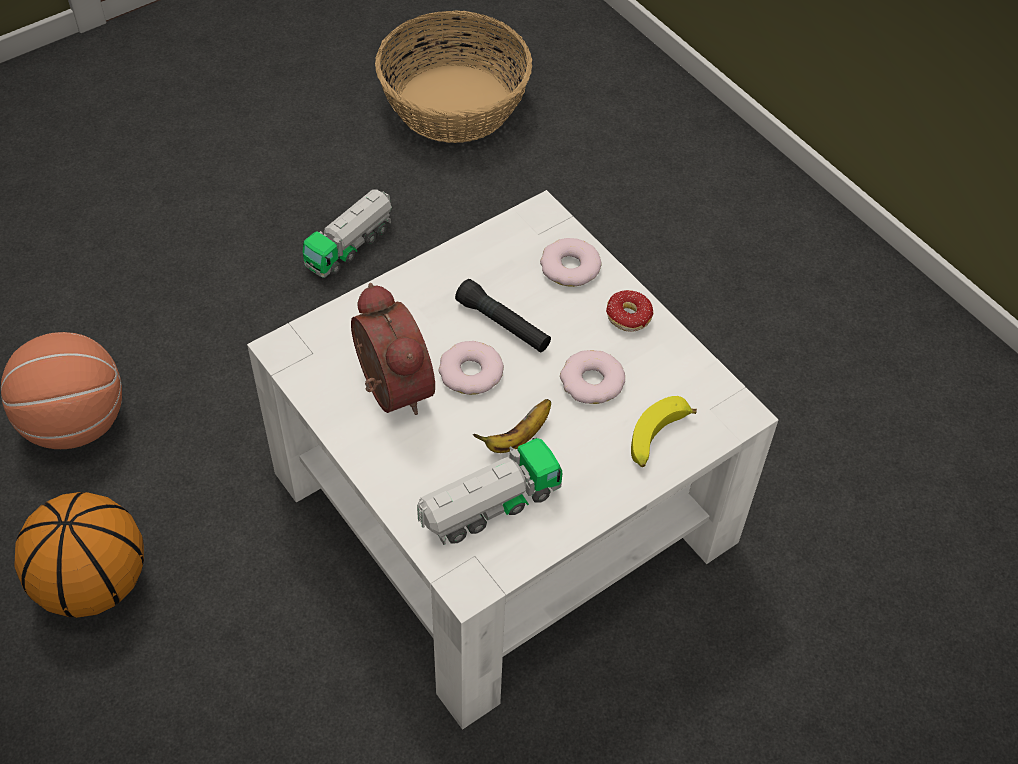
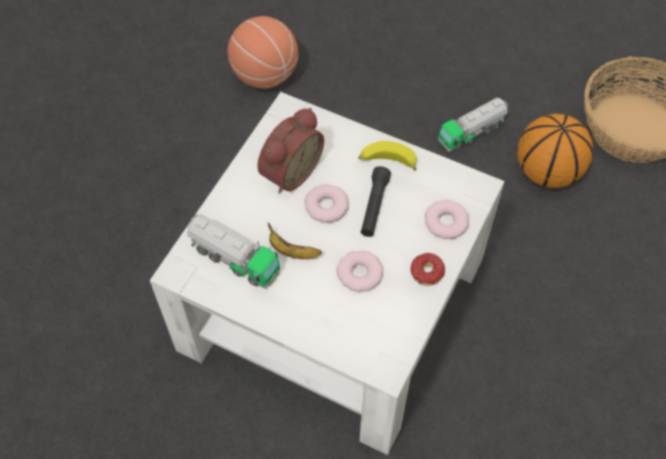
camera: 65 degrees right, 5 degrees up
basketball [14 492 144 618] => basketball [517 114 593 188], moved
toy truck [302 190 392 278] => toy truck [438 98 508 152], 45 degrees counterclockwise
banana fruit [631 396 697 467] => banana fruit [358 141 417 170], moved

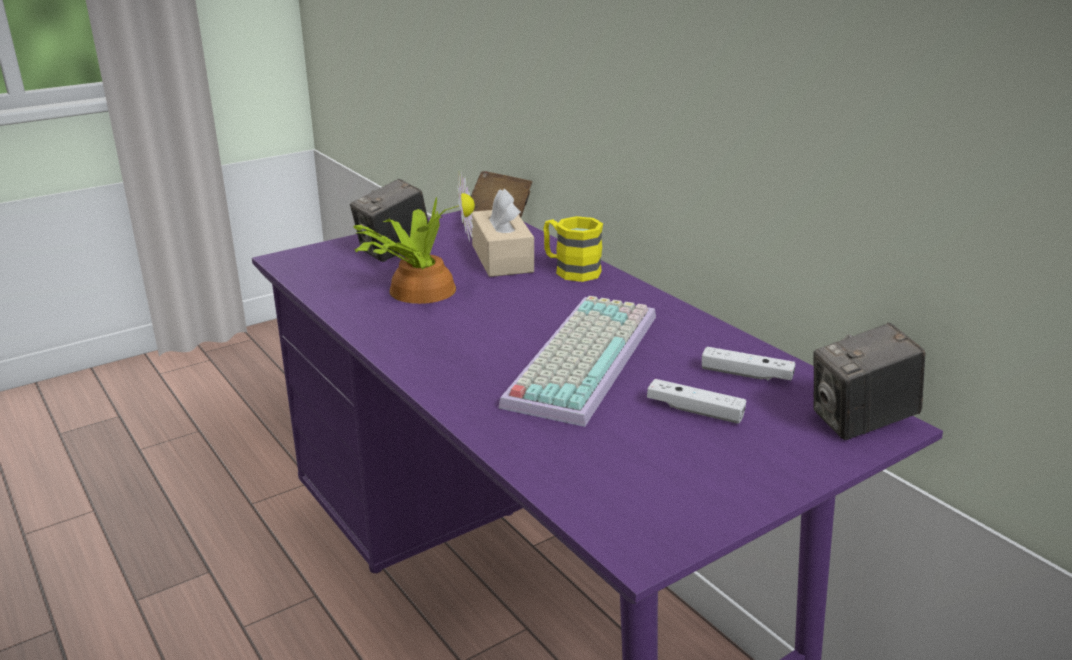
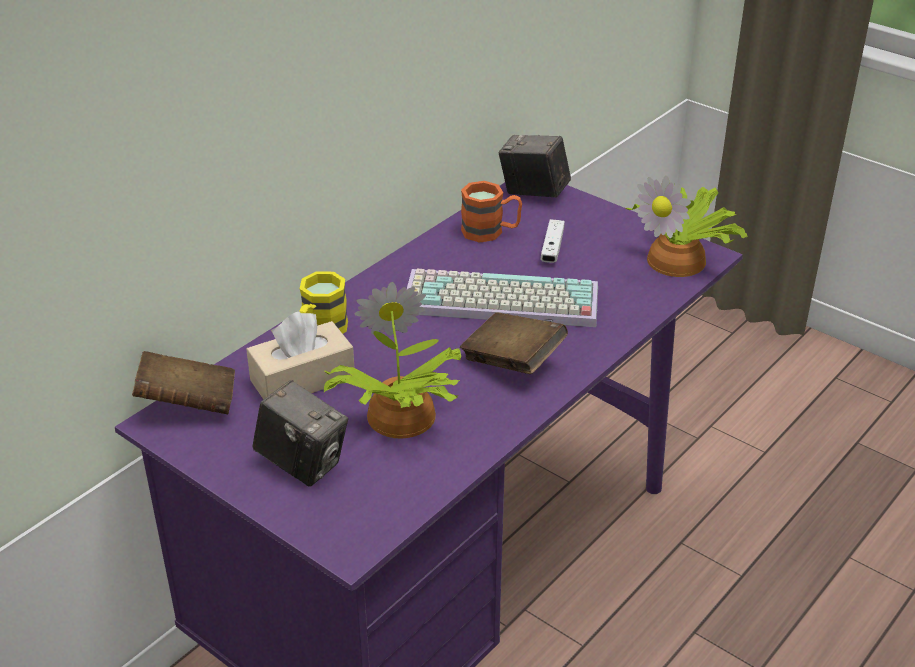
camera: 105 degrees left, 10 degrees up
whitish gamepad [702 347 795 381] => orangey tea mug [461 181 522 243]
photo camera [813 322 925 440] => photo camera [499 135 571 198], 150 degrees clockwise
nothing => brown-coloured bound book [460 312 568 374]
nothing => houseplant [625 176 748 277]

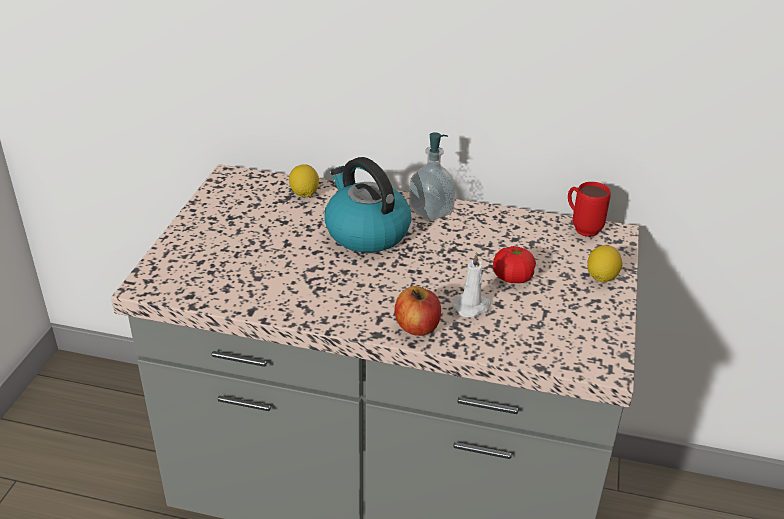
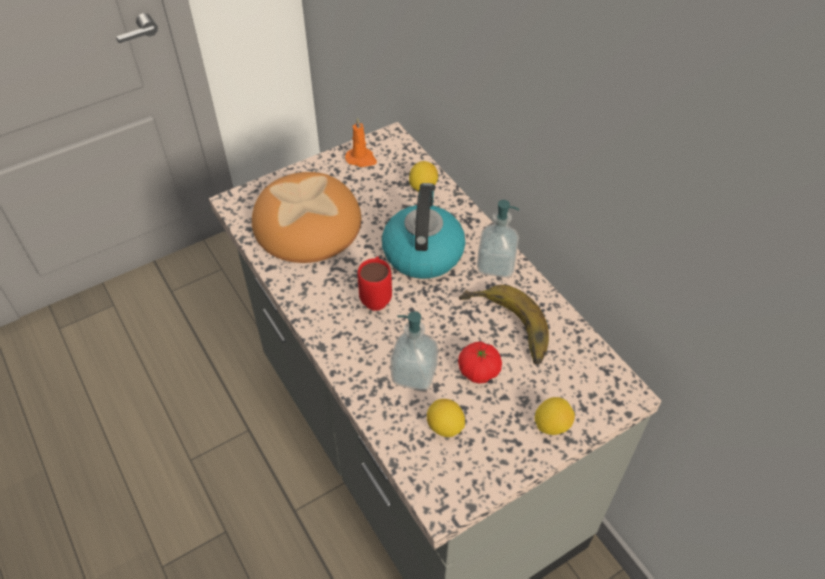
camera: 45 degrees right, 15 degrees up
apple fruit [394 286 441 336] => nothing
whitish wax candle [452 252 492 317] => soap dispenser [390 311 438 391]
reddish tea mug [568 182 611 237] => reddish tea mug [357 256 392 311], moved
nothing => bread [252 172 361 263]
nothing => orangey wax candle [345 117 377 167]
nothing => lemon [427 399 465 437]
nothing => banana fruit [459 285 549 364]

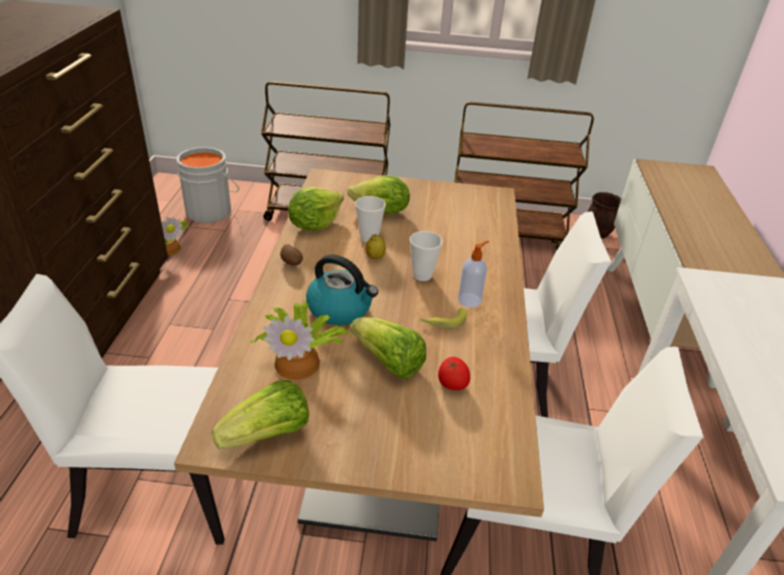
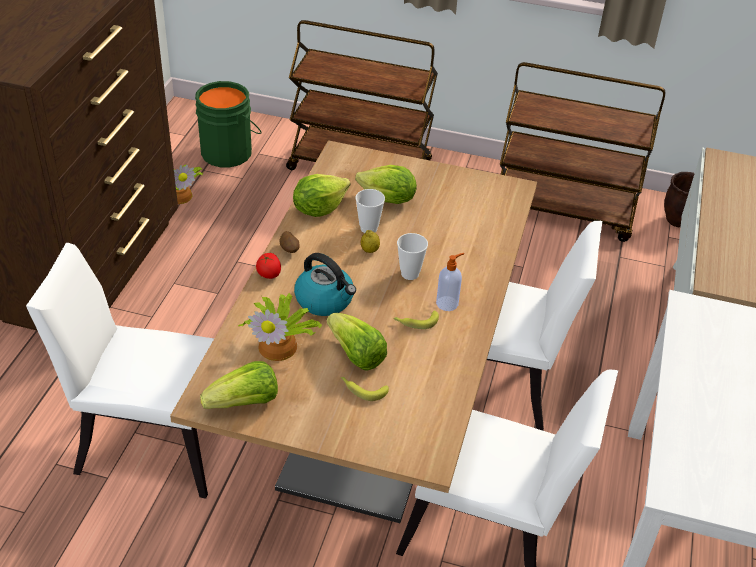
camera: 10 degrees right, 5 degrees up
greyish water bucket [176 147 239 223] => green-coloured water bucket [195 81 262 167]
fresh tomato [438 357 470 390] => fresh tomato [256 253 281 279], moved
nothing => banana fruit [341 377 389 401]

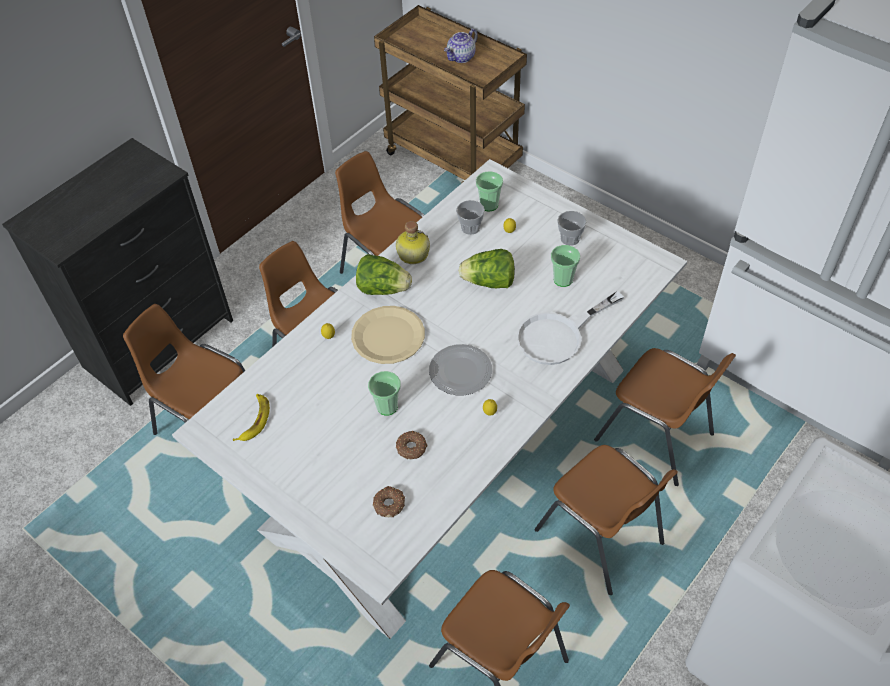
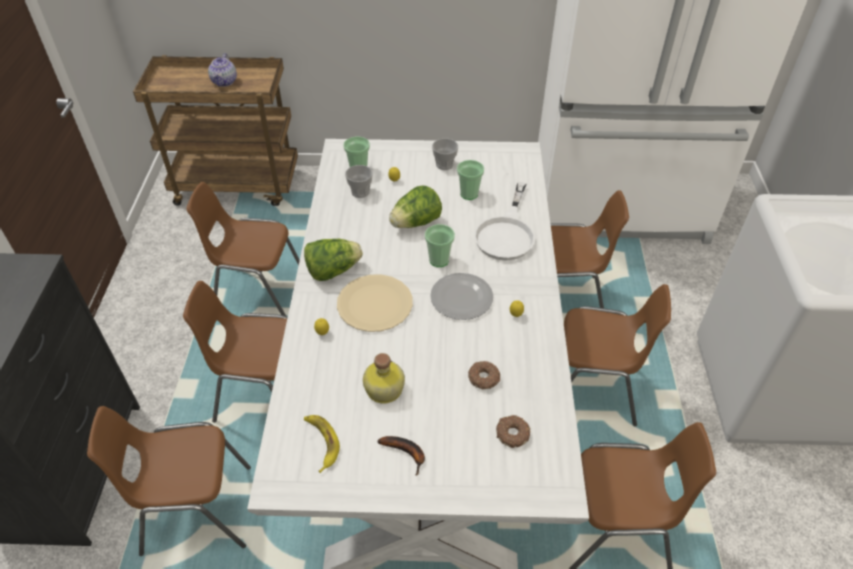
camera: 40 degrees left, 5 degrees down
small cup [368 371 401 415] => small cup [425 224 455 267], moved
drink bottle [396 221 430 264] => drink bottle [363 353 405 404], moved
nothing => banana fruit [377 436 425 476]

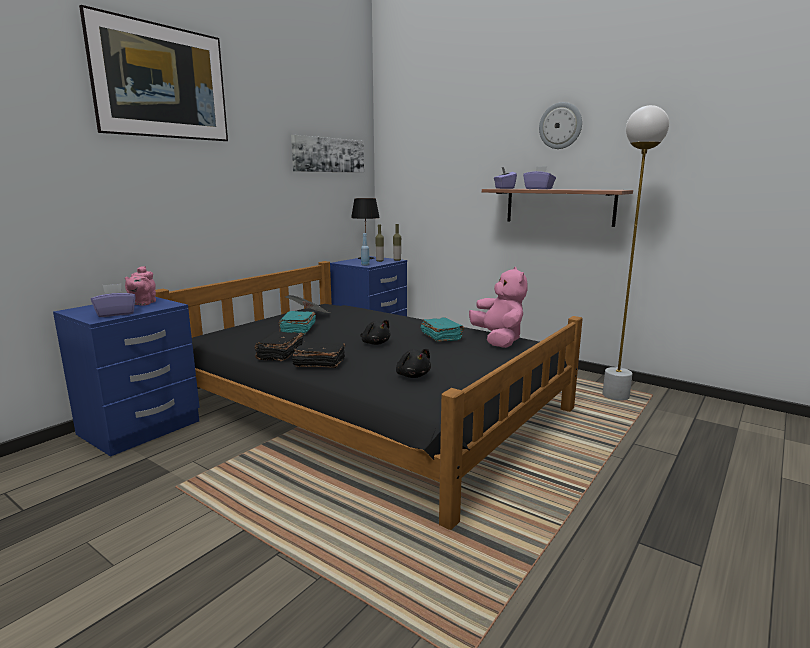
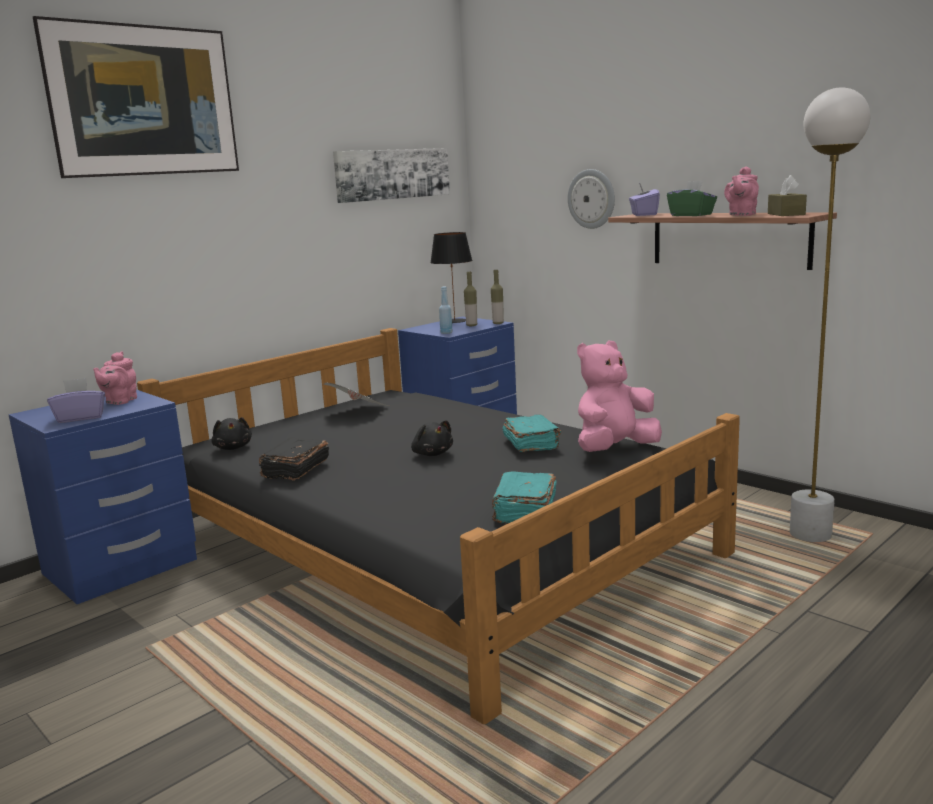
camera: 10 degrees right, 0 degrees up
turquoise-coloured bound book [279 311 316 335] => turquoise-coloured bound book [492 471 557 523], moved
black bound book [292 342 345 368] => nothing
black plush toy [396 349 431 378] => black plush toy [212 417 252 450], moved
pinkish plush toy [469 267 527 348] => pinkish plush toy [577 340 662 452], 120 degrees counterclockwise
purplish box of tissues [523 166 556 189] => green-coloured box of tissues [667 180 717 216]
wall clock [539 102 582 149] => wall clock [568 169 615 229], moved
nothing => pinkish tea pot [724 167 759 216]
nothing => brown-coloured box of tissues [768 175 807 216]

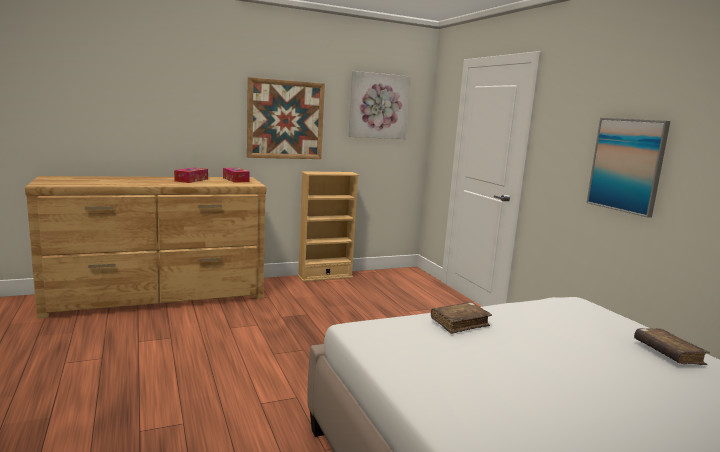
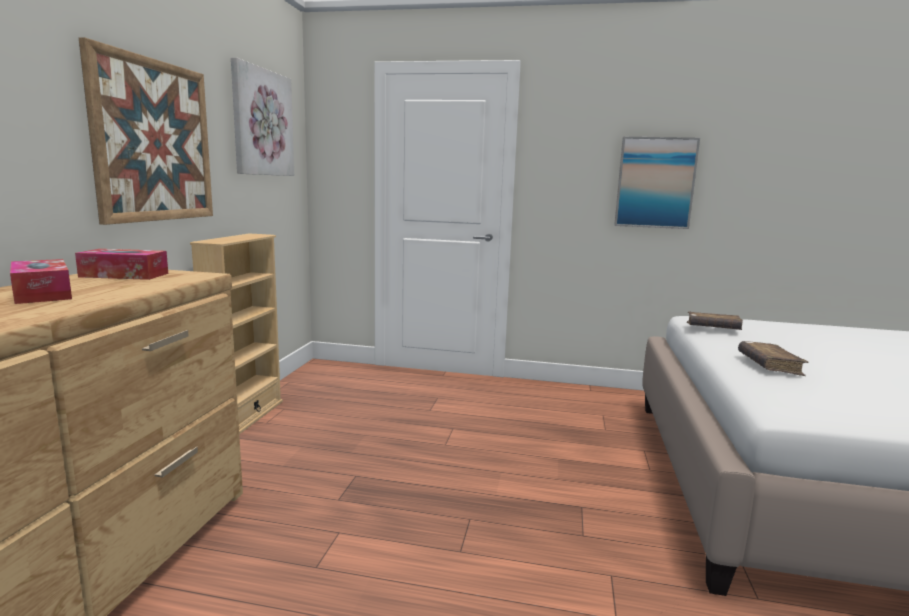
camera: 55 degrees left, 0 degrees up
brown-coloured bound book [634 328 710 365] => brown-coloured bound book [687 312 743 330], moved

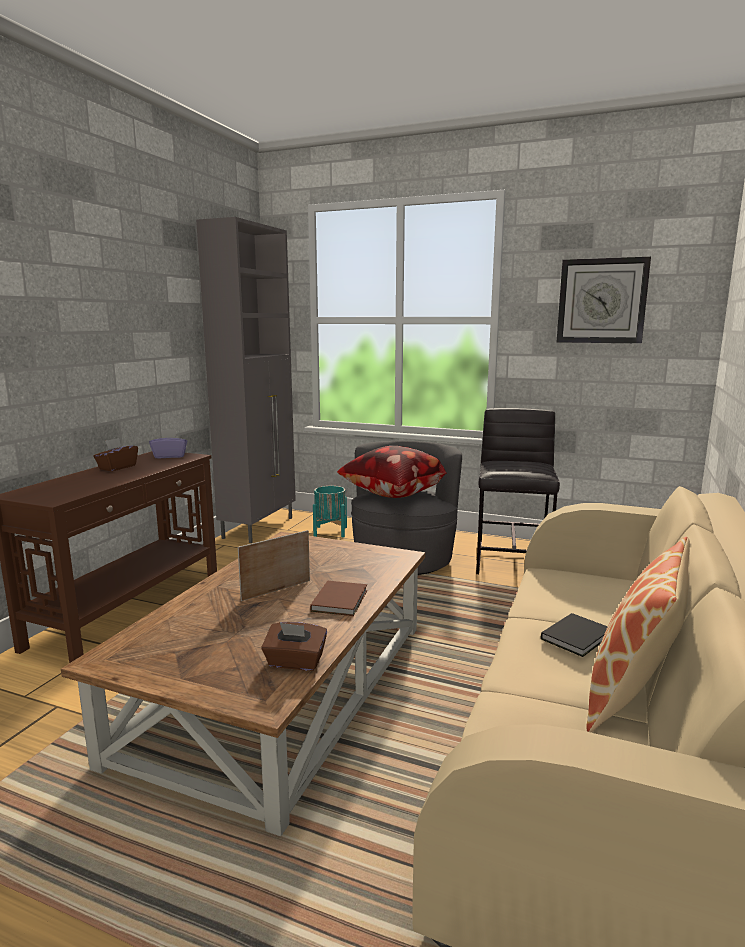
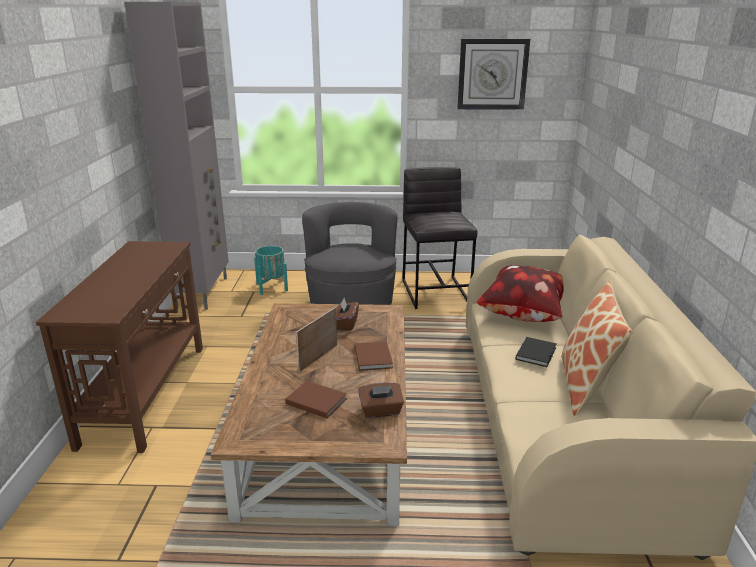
camera: 20 degrees left, 10 degrees up
brown-coloured box of tissues [93 438 138 471] => brown-coloured box of tissues [336 298 359 331], moved
purplish box of tissues [149 429 188 458] => nothing
pillow [337 446 447 498] => pillow [476 265 564 322], moved
nothing => brown-coloured bound book [285 381 347 418]

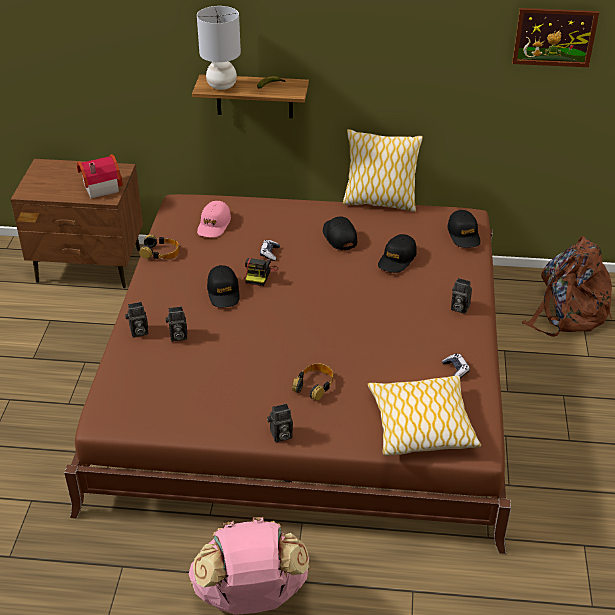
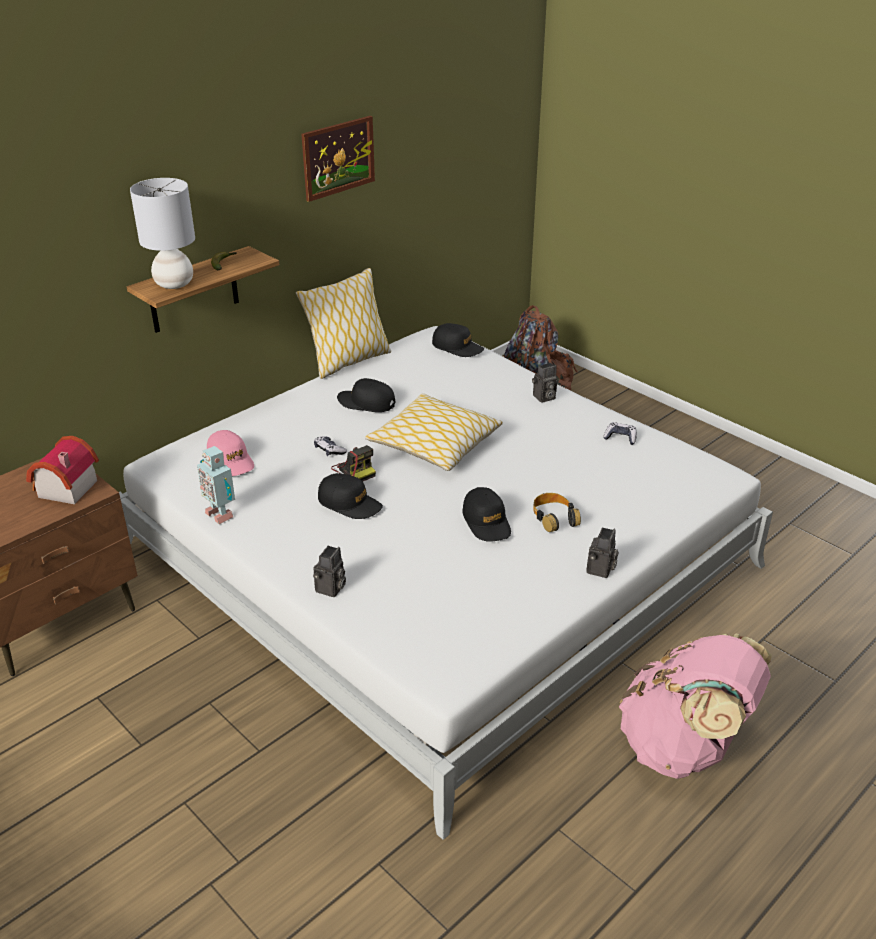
camera: 50 degrees left, 5 degrees down
brown-coloured bed [64 194 511 554] => whitish bed [119 326 773 840]
pair of headphones [139 235 179 259] => toy robot [197 446 235 524]
photo camera [165 306 187 342] => nothing
pillow [368 375 481 456] => pillow [365 393 503 471], moved
black baseball cap [378 234 417 273] => black baseball cap [462 487 511 542], moved
picture [512 8 599 67] => picture [301 116 375 202], moved

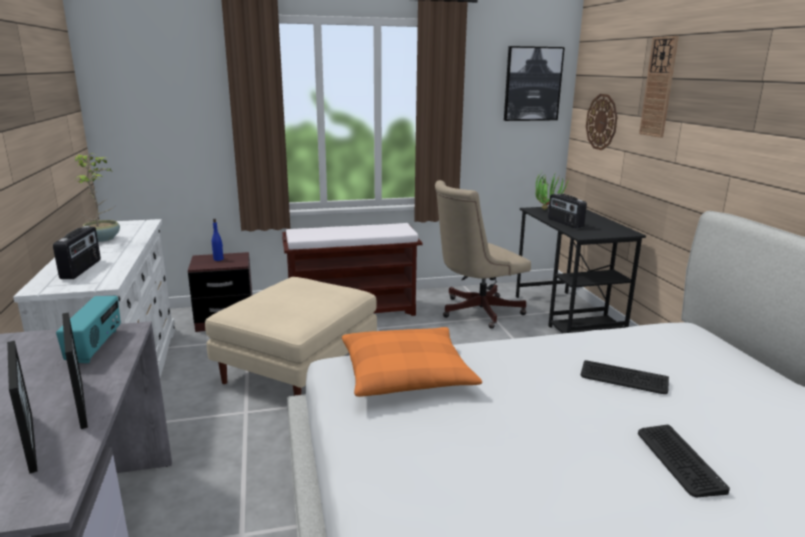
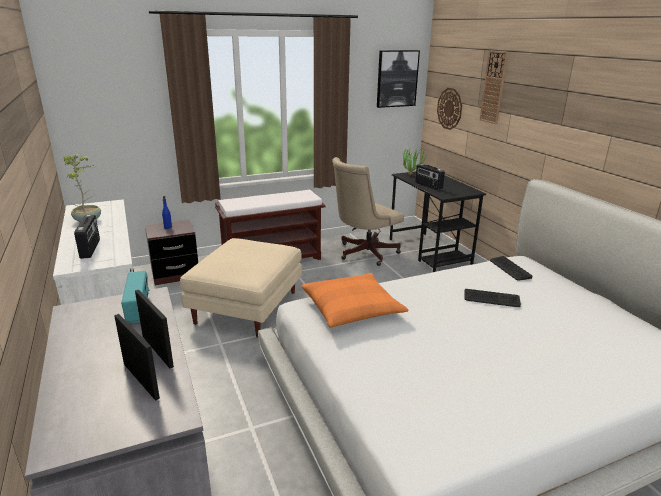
camera: 10 degrees left, 5 degrees up
PC keyboard [638 425 730 497] => PC keyboard [490 256 532 281], moved

